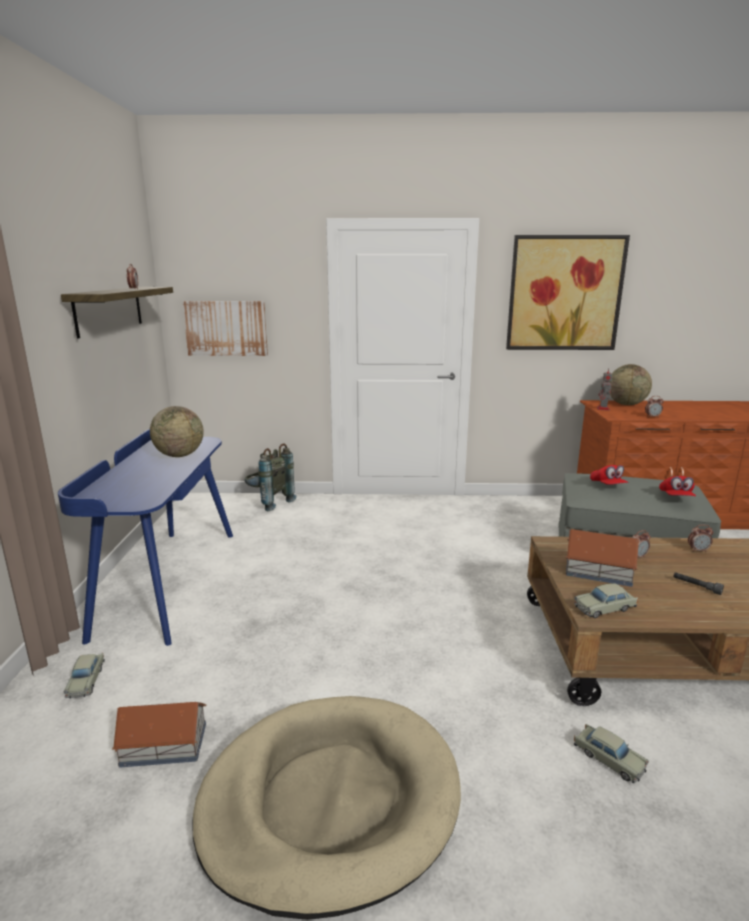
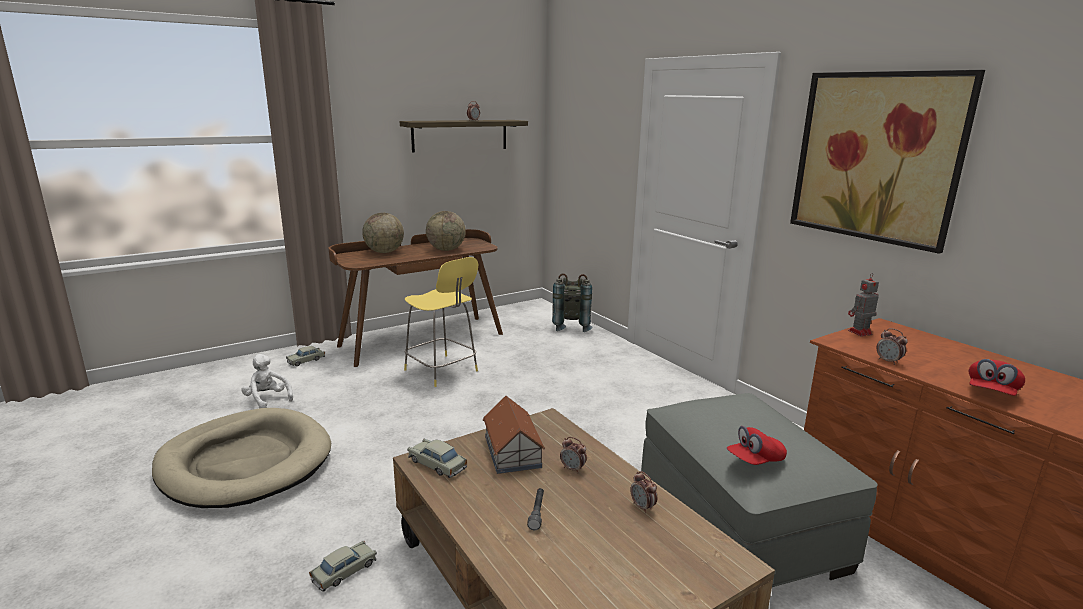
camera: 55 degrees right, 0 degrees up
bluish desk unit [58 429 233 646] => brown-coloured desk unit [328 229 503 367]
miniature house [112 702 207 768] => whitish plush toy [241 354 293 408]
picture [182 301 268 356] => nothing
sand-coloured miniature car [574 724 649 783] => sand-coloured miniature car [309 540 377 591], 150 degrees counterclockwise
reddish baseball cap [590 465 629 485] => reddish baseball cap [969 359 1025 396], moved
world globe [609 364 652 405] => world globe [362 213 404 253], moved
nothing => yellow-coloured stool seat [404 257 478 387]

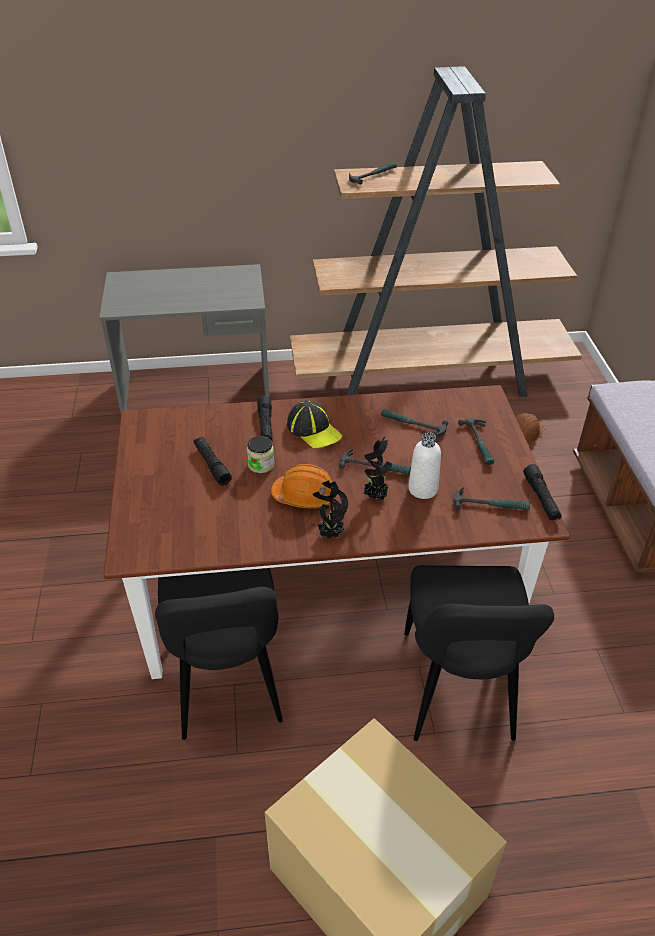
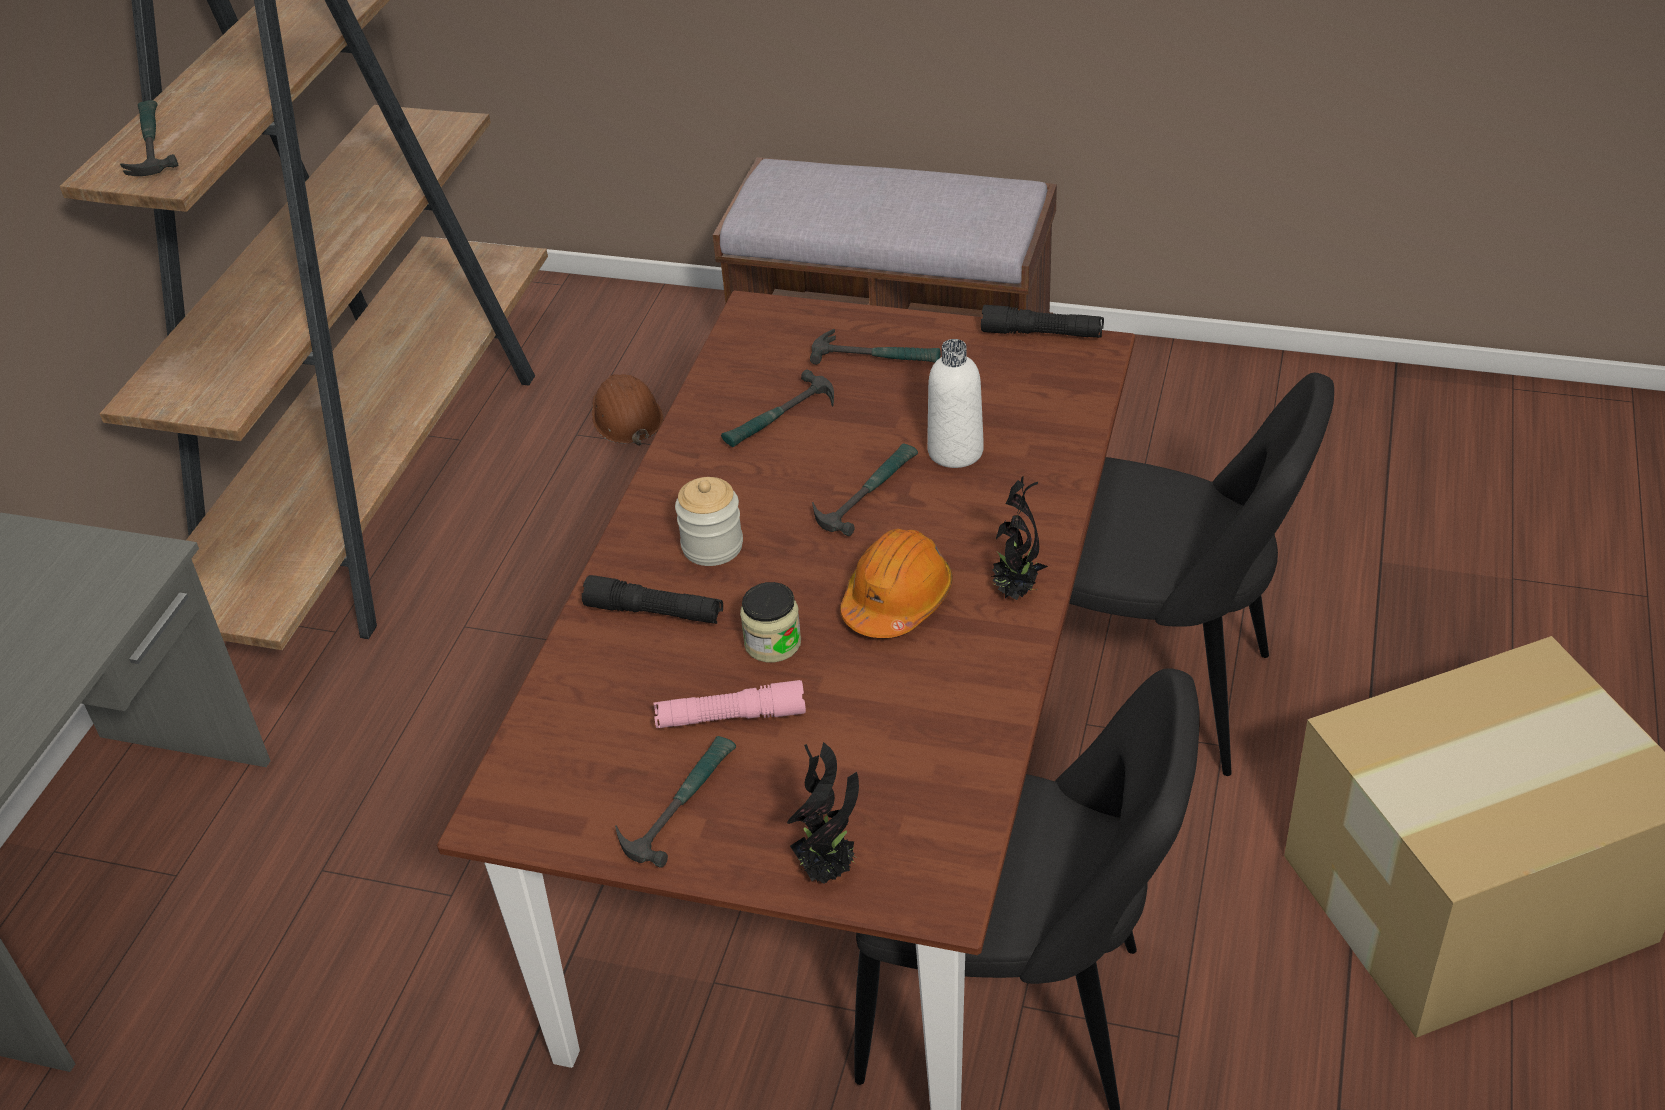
camera: 65 degrees left, 0 degrees up
black torch [194 437 232 486] => pinkish torch [654 680 806 728]
baseball cap [287 400 342 449] => storage jar [675 477 743 566]
houseplant [364 436 393 500] => houseplant [787 742 859 884], moved
tool hammer [453 487 530 510] => tool hammer [615 736 736 868], moved

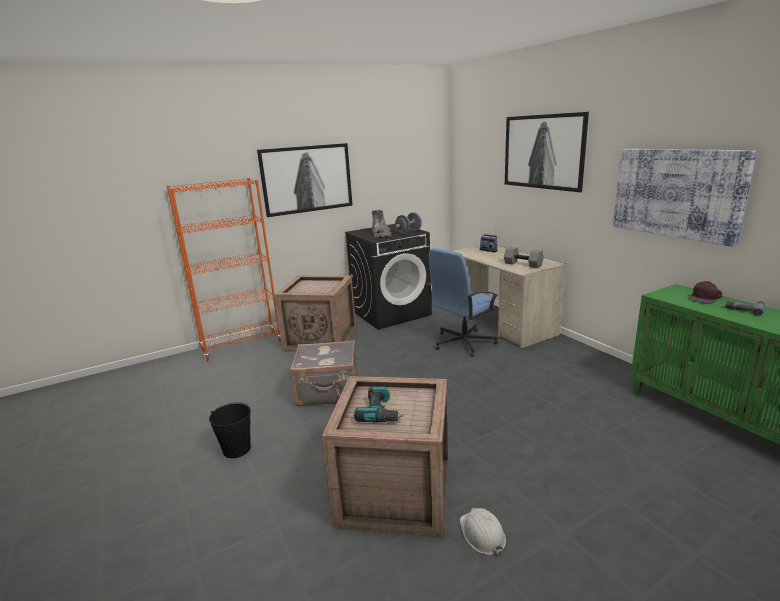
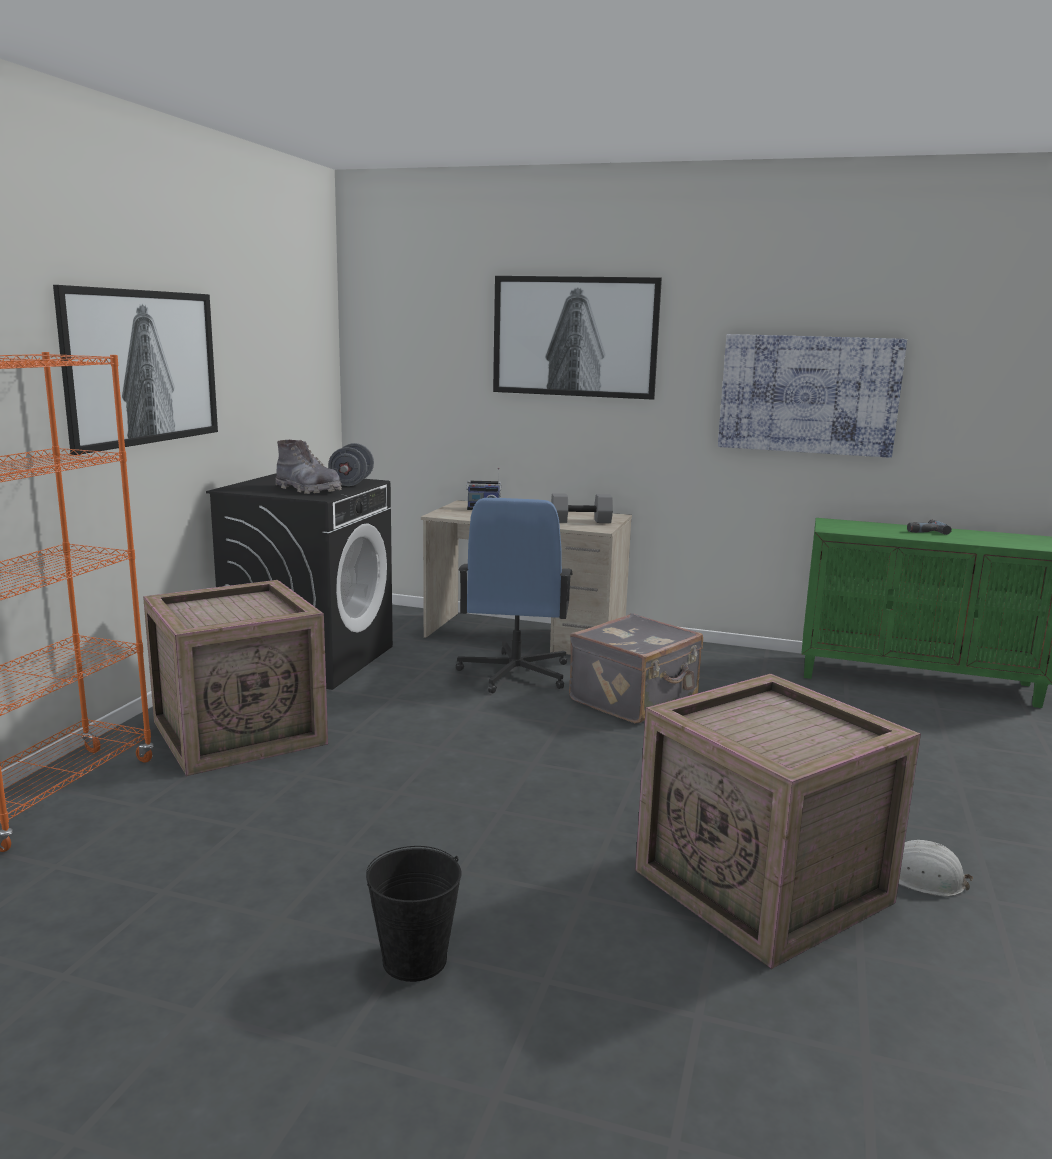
camera: 45 degrees left, 5 degrees down
greyish piece of luggage [290 340 358 406] => greyish piece of luggage [569 613 703 723], moved
drill [354 387 404 423] => nothing
brown-coloured baseball cap [687 281 722 304] => nothing

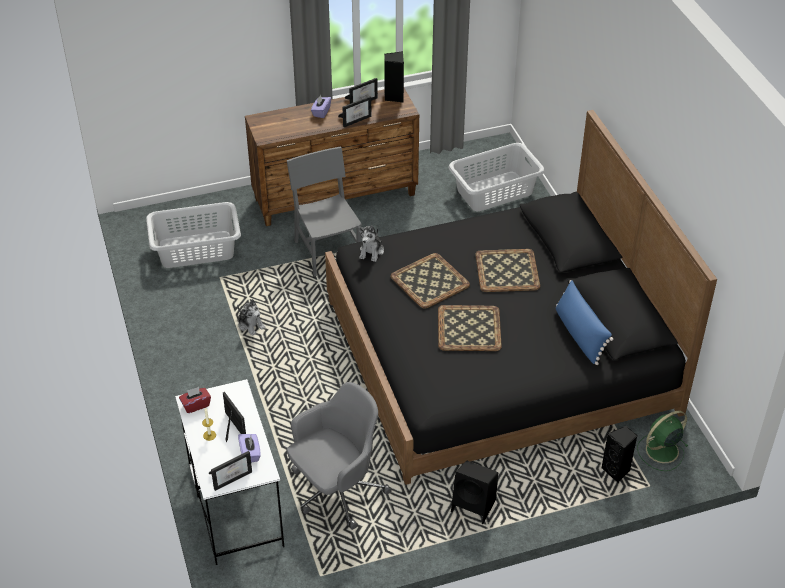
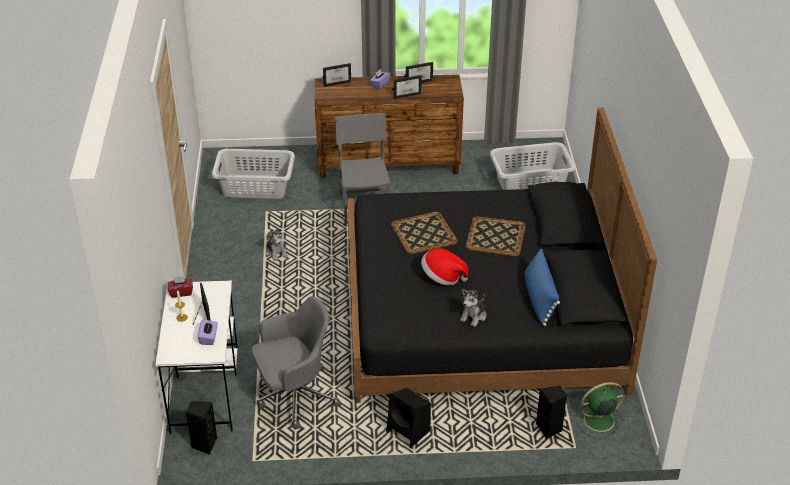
camera: 15 degrees right, 5 degrees down
standing frame [209 451 252 491] => standing frame [323 63 351 87], moved
plush toy [358 225 384 262] => plush toy [460 289 487 327], moved
black loudspeaker [384 51 404 103] => black loudspeaker [186 402 217 455], moved
carrying tray [438 305 502 351] => clothing hat [421 248 469 285]

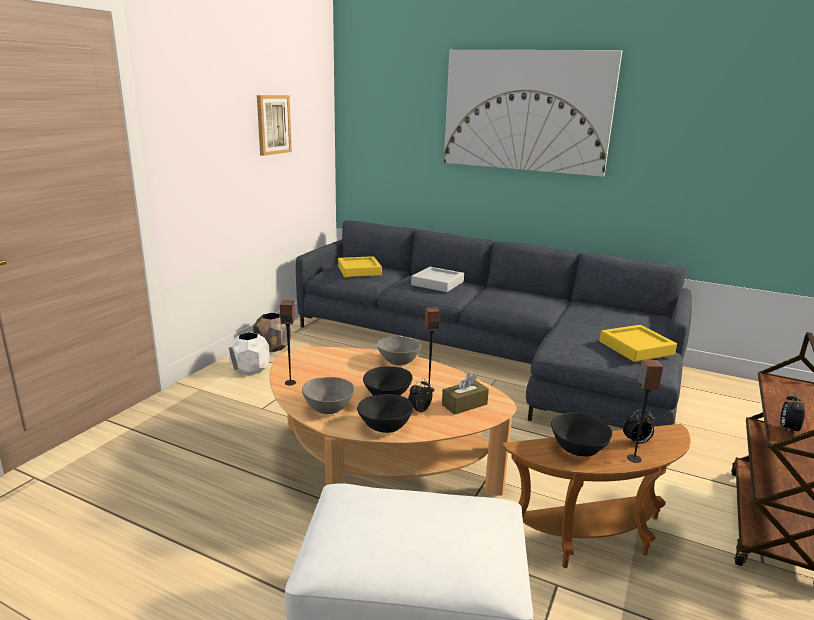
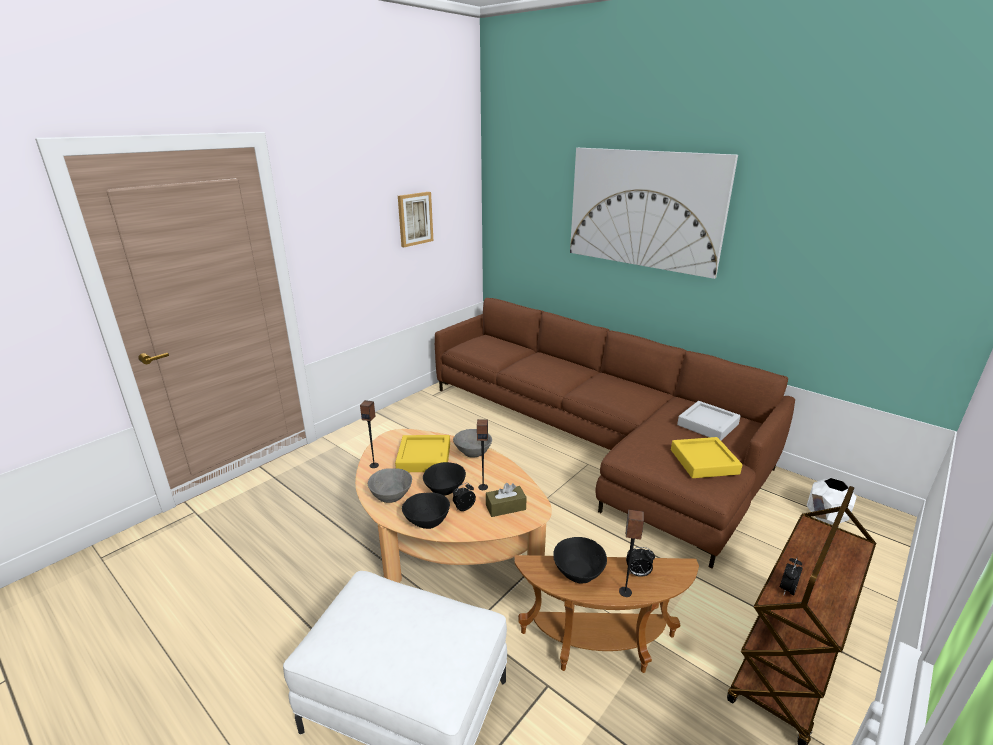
camera: 15 degrees right, 5 degrees up
whitish planter [229 332 270 376] => whitish planter [807 478 857 525], moved
brown-coloured planter [253 313 291 352] => nothing
greyish settee [296 220 692 428] => brown-coloured settee [435 298 795 568]
yellow-coloured carrying tray [338 256 382 277] => yellow-coloured carrying tray [395 435 450 472], moved
greyish carrying tray [411 267 464 292] => greyish carrying tray [677 401 741 441], moved

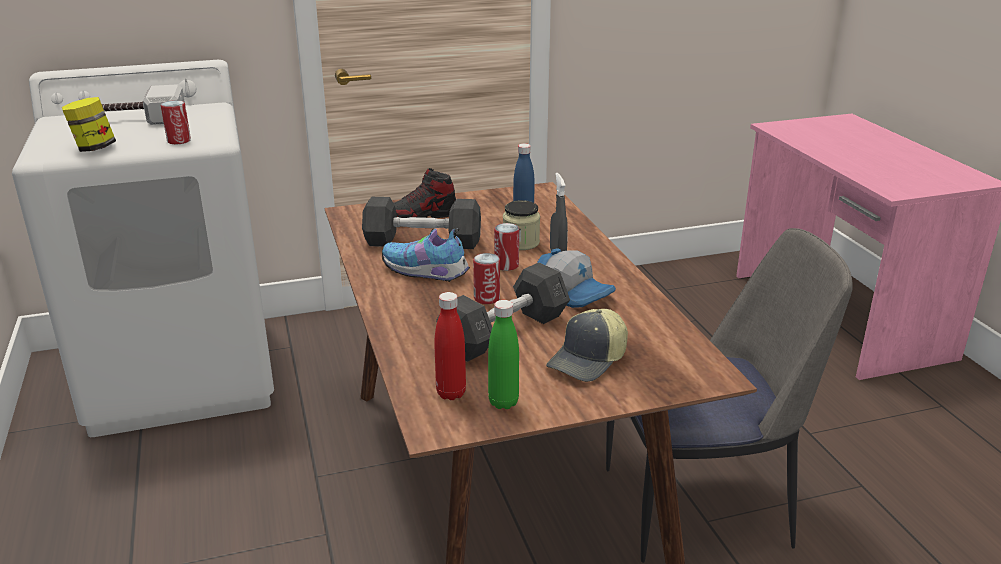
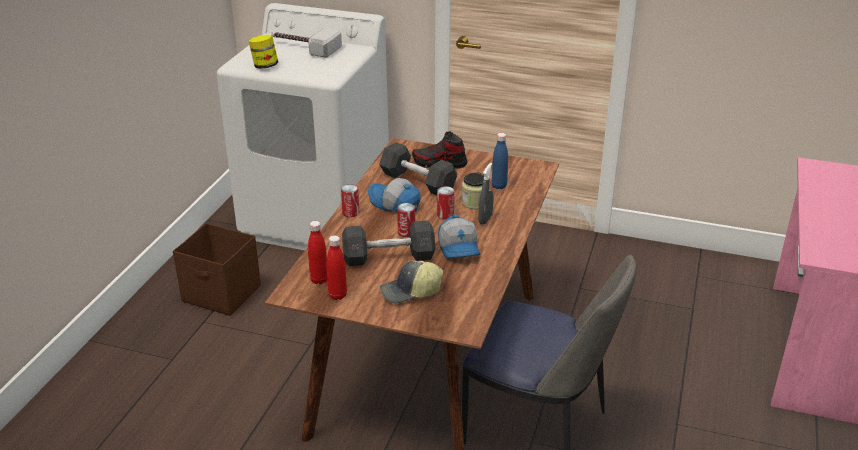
camera: 35 degrees right, 5 degrees up
metal can [161 100 191 144] => metal can [341 184 359 217], moved
shoe [382 228 470 282] => baseball cap [368 178 421 212]
green-coloured drink bottle [488 300 519 409] => reddish drink bottle [327 235 347 300]
nothing => brown-coloured storage box [173 223 261 316]

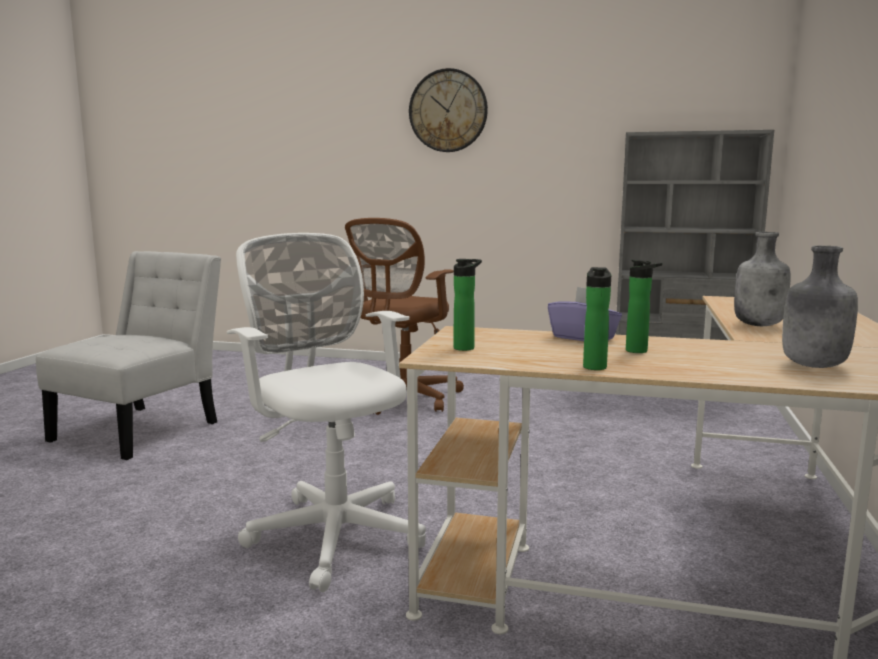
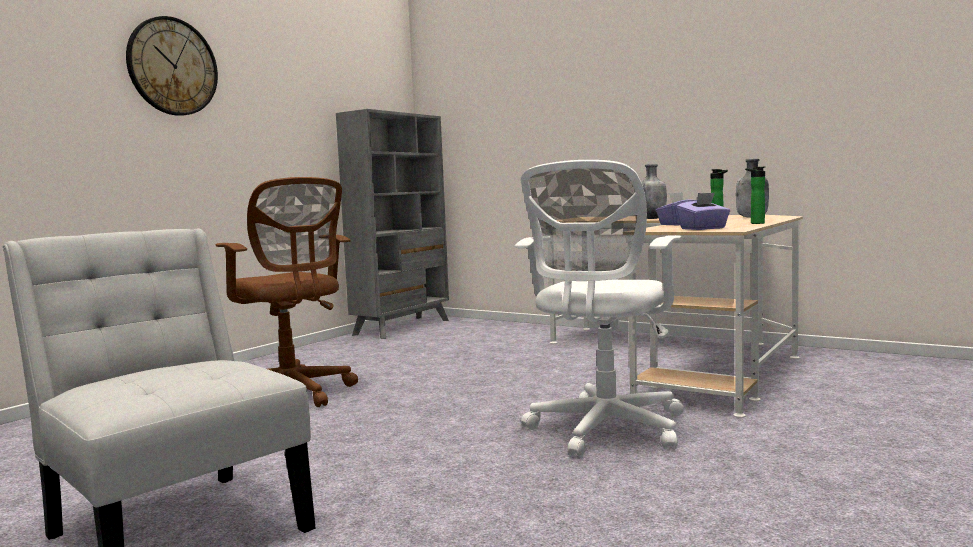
camera: 70 degrees left, 5 degrees down
whitish office chair [227 233 426 592] => whitish office chair [515 160 684 457], 45 degrees counterclockwise
drink bottle [454 259 482 351] => purplish box of tissues [676 192 730 230]

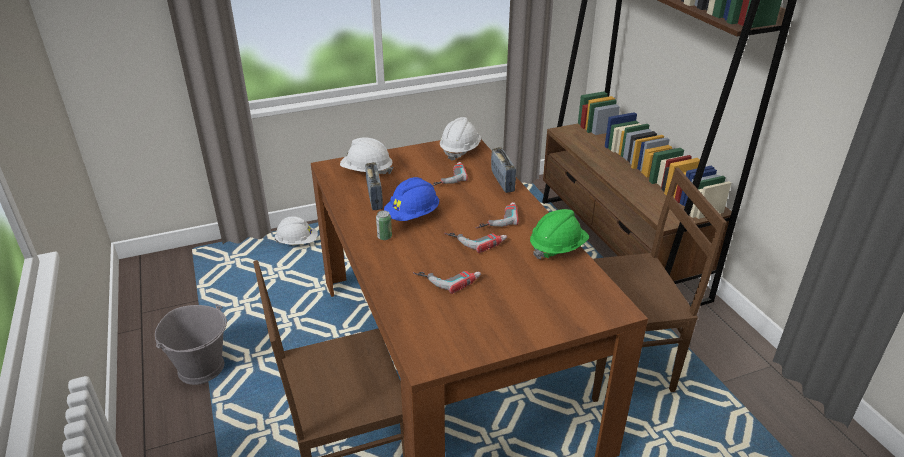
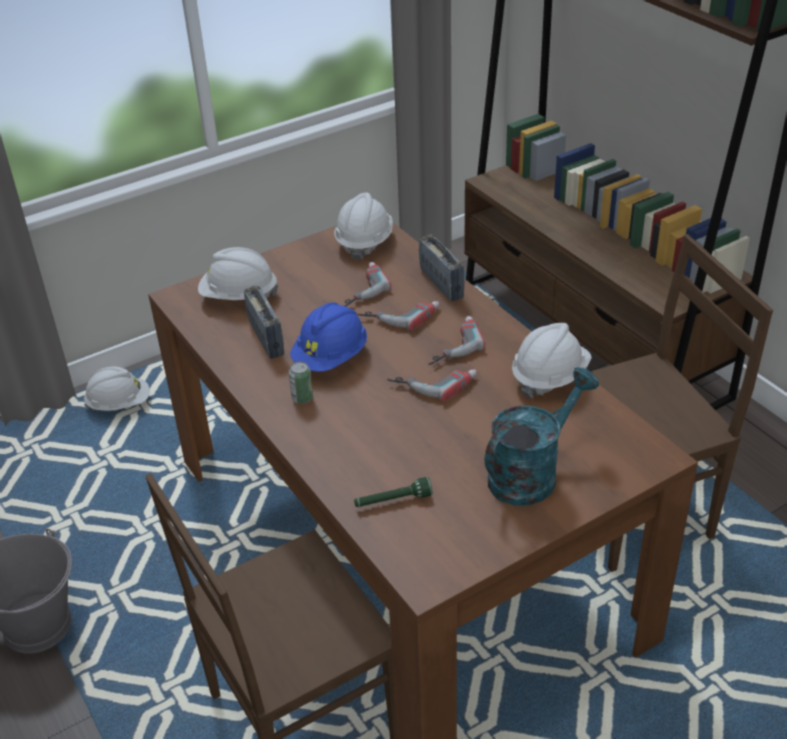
camera: 10 degrees left, 5 degrees up
drill [413 271 481 294] => drill [357 301 440 331], moved
green-coloured hard hat [530 209 589 259] => whitish hard hat [512 323 592 398]
nothing => green-coloured torch [354 477 432 507]
nothing => turquoise-coloured watering can [485 367 599 506]

